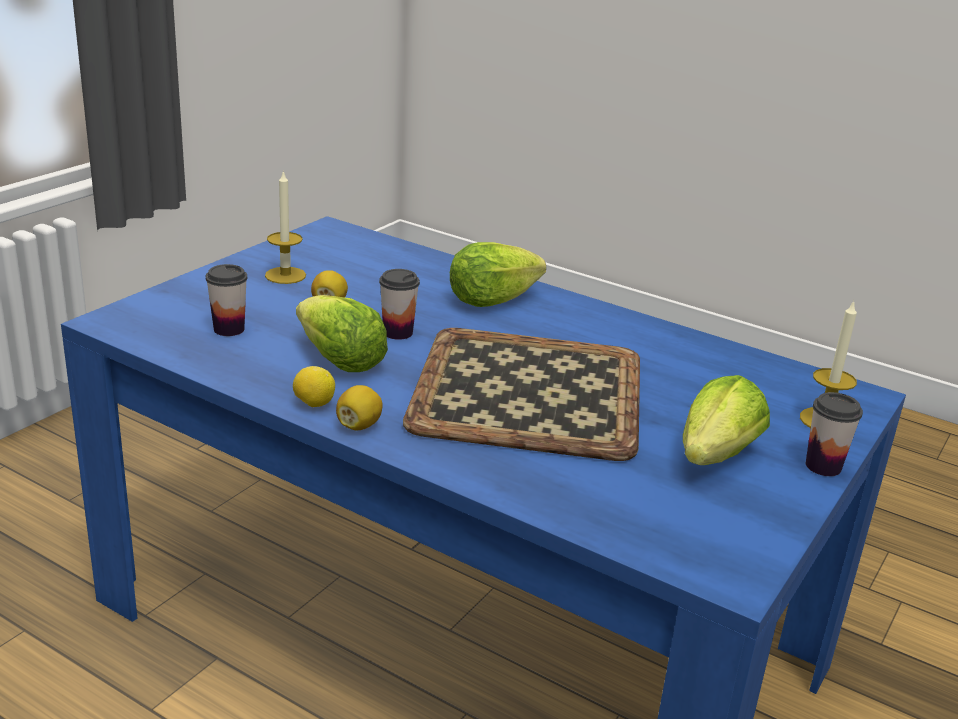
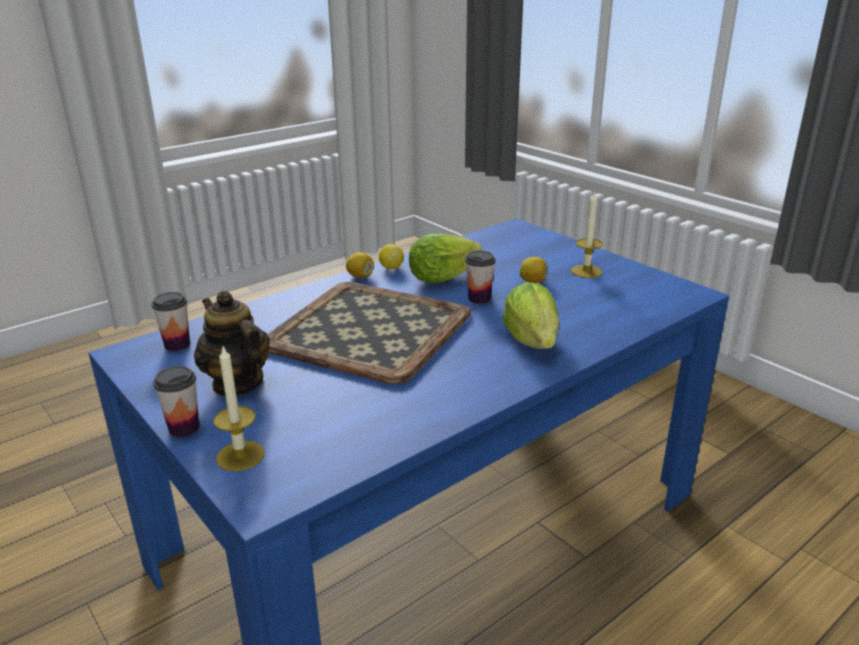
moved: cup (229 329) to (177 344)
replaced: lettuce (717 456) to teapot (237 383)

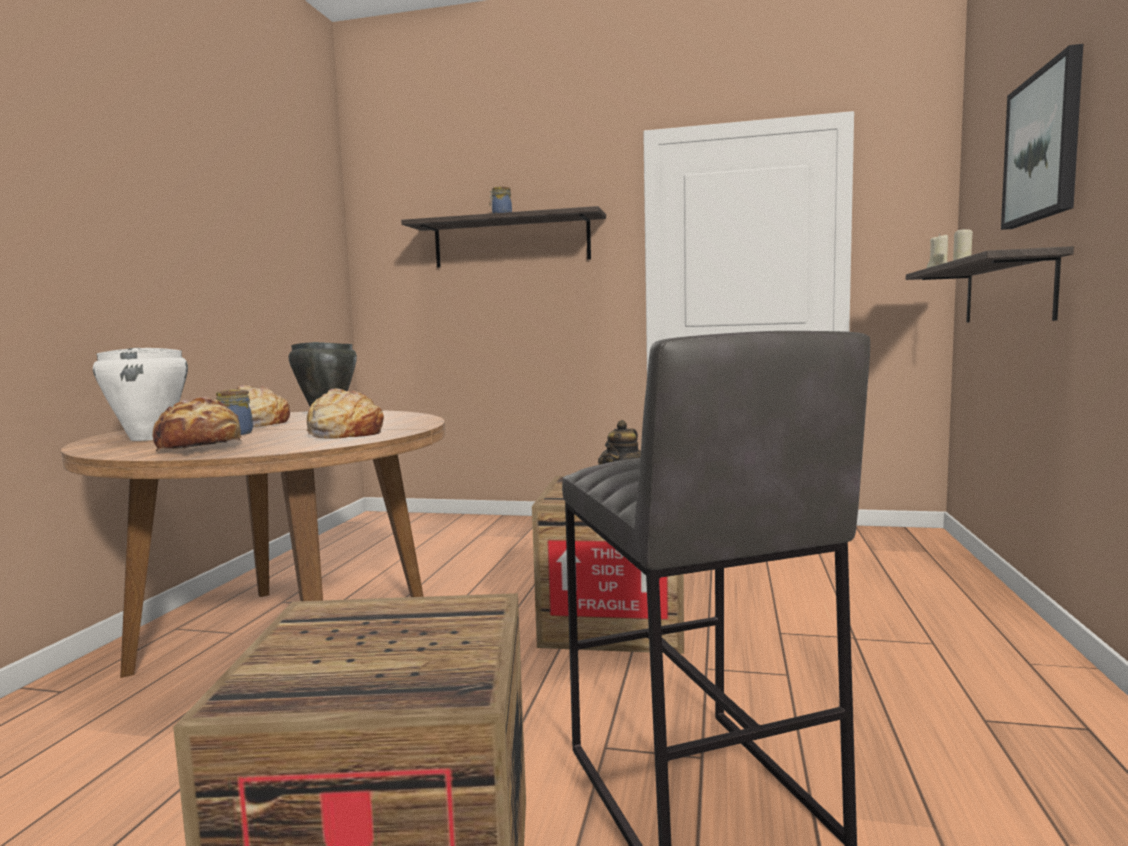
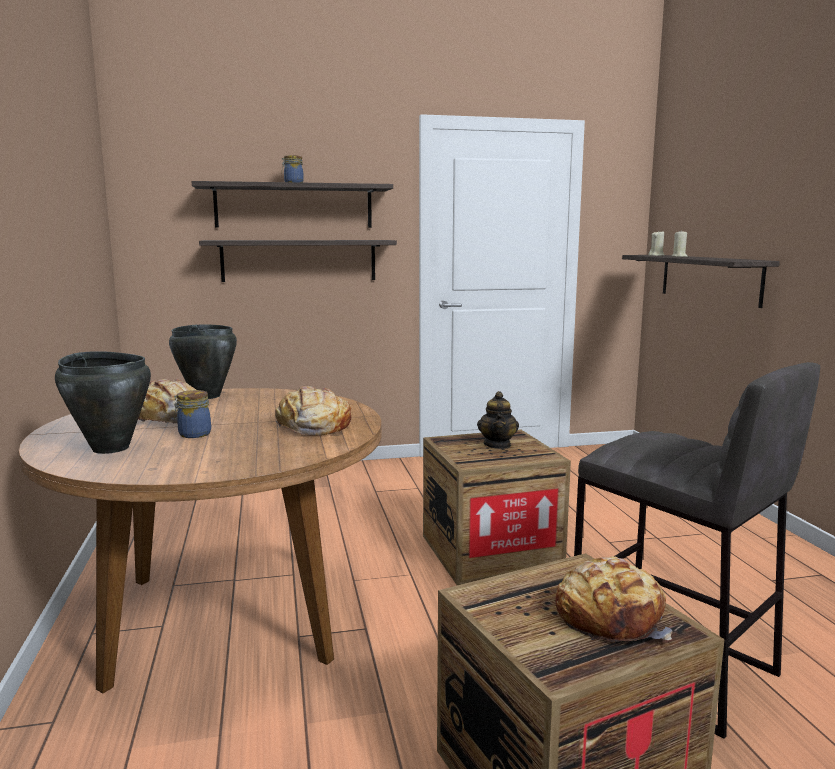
removed: picture (1043 146)
added: shelf (299 260)
moved: bread (200 447) to (610 617)
recoloured: cooking pot (white) (149 438) to cooking pot (black) (111 448)

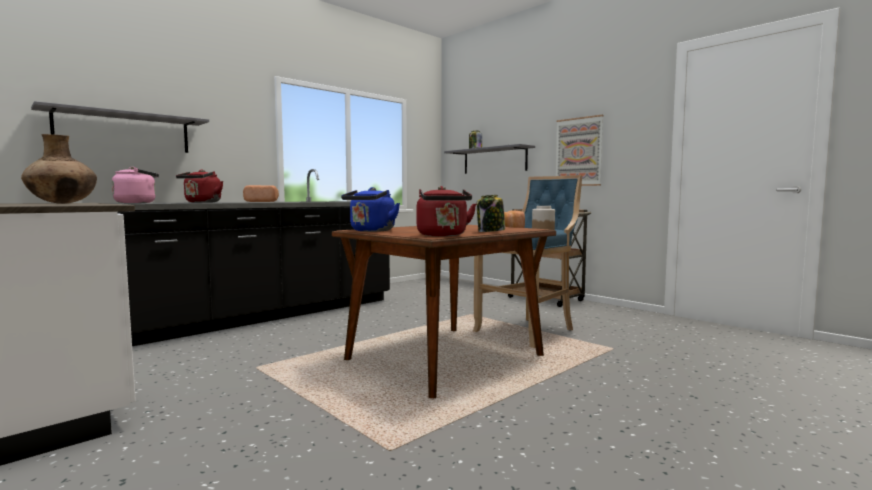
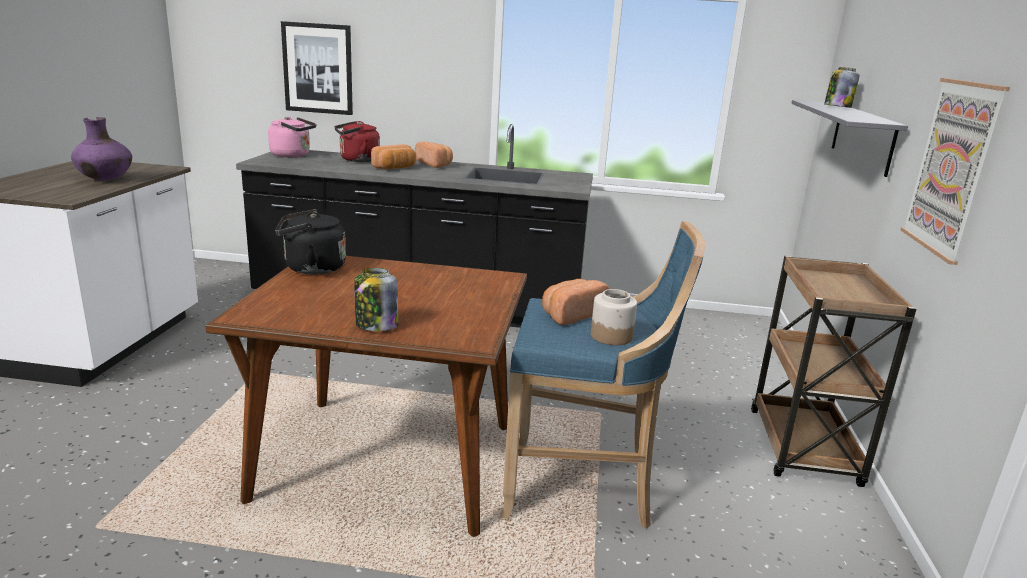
removed: kettle (red) (443 235)
added: bread (395 168)
replaced: shelf (grey) (124 132) to picture (318 68)
recoloured: vase (brown) (63 203) to vase (purple) (106 179); kettle (blue) (371 231) to kettle (black) (311 268)

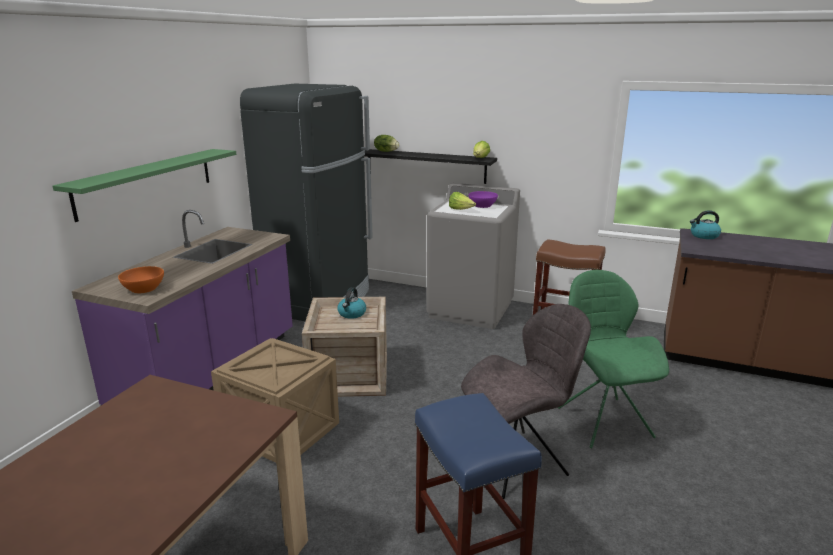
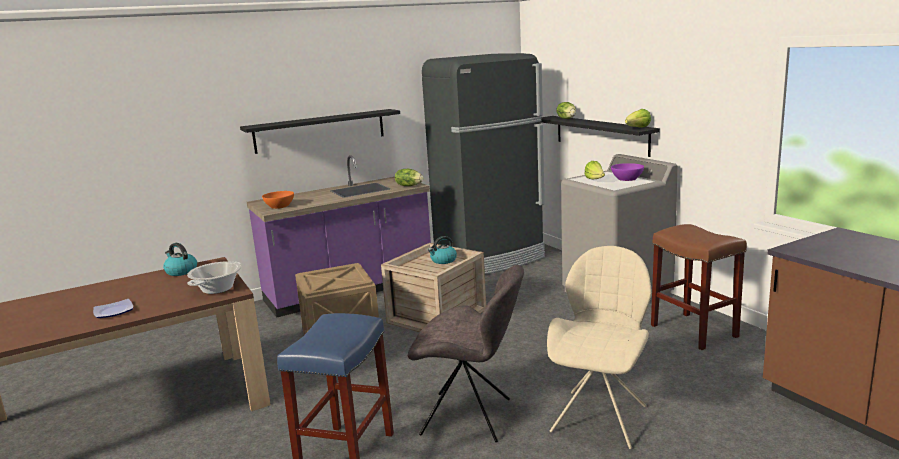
added: lettuce (409 186); cooking pot (217 289); plate (113 311)
moved: kettle (704 236) to (181 271)
recoloured: shelf (green) (147 182) to shelf (black) (320 130); chair (green) (602 420) to chair (beige) (600 416)

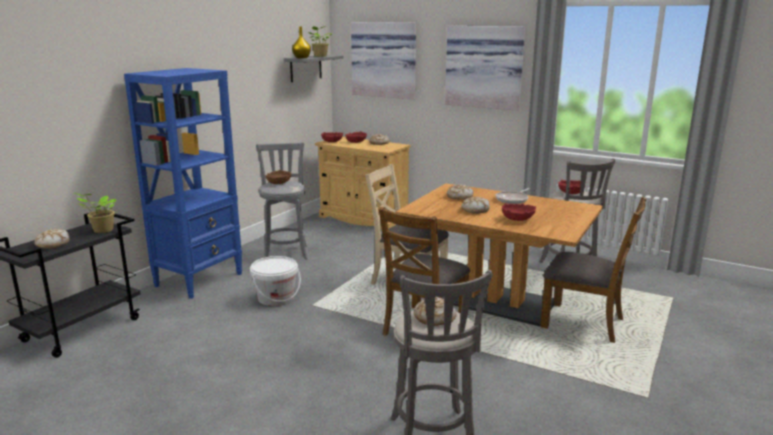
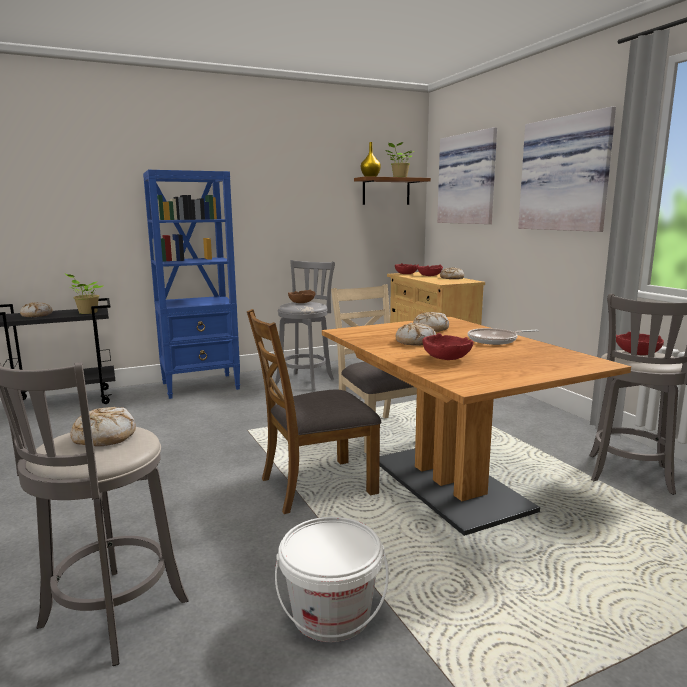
removed: chair (brown) (583 323)
moved: bucket (white) (276 298) to (331 613)
recoloured: shelf (grey) (306 68) to shelf (brown) (386 191)

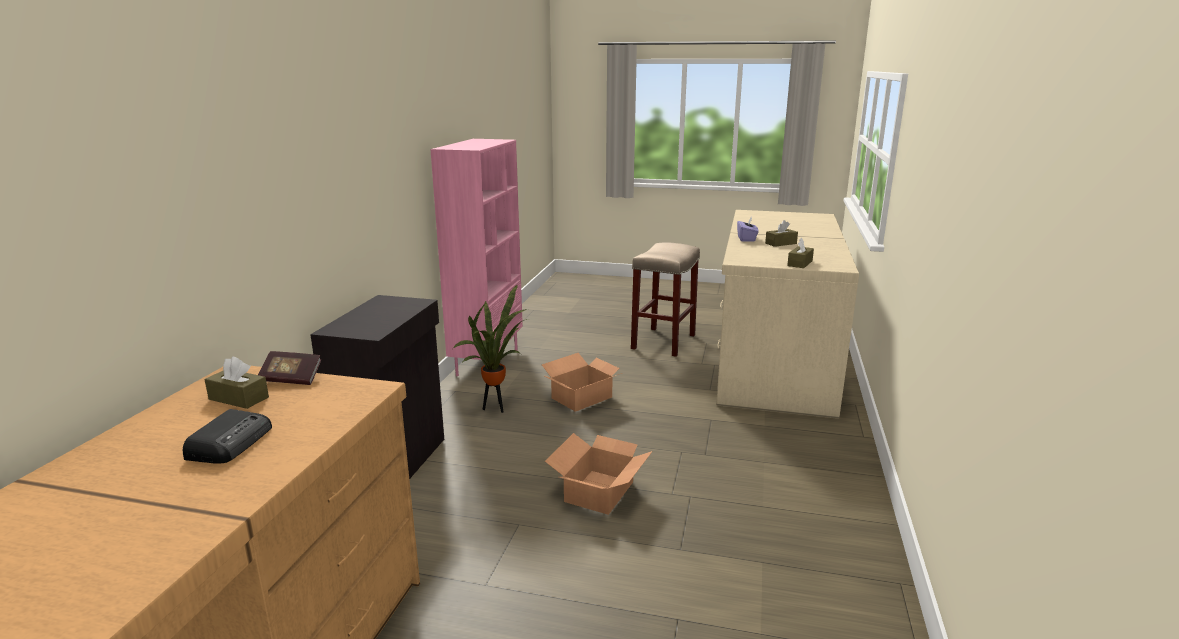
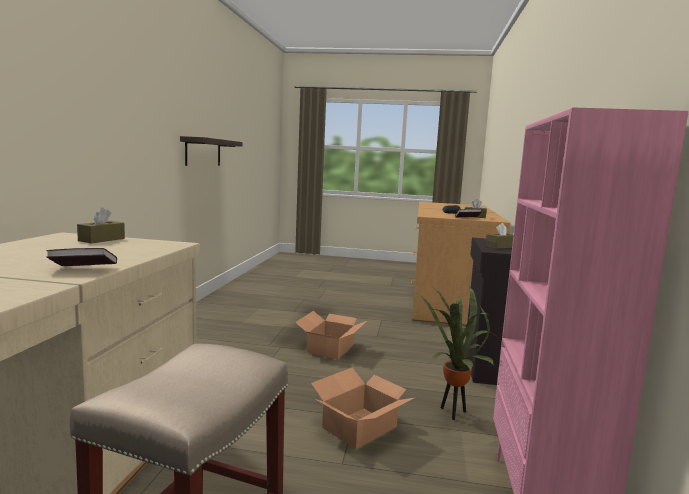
added: shelf (203 152)
moved: tissue box (brown) (781 243) to (500 246)
replaced: tissue box (purple) (746 239) to book (83 269)

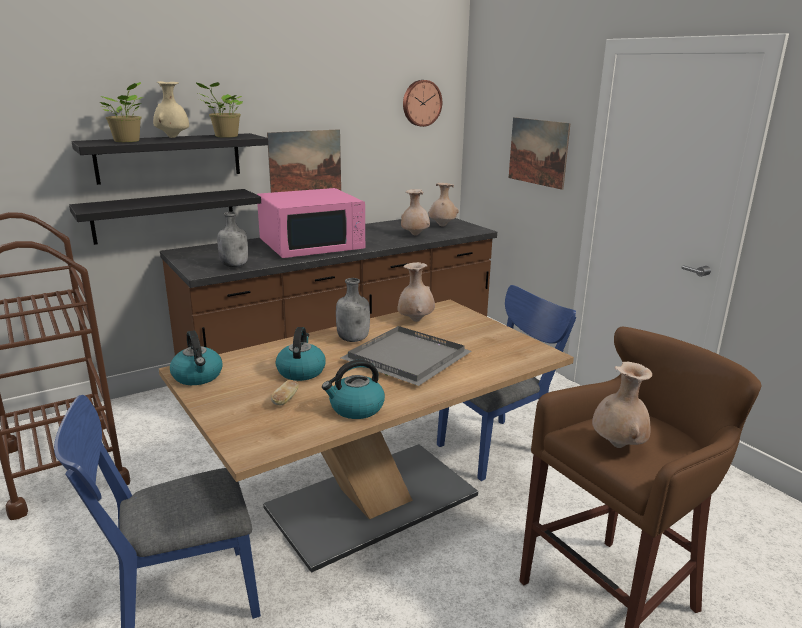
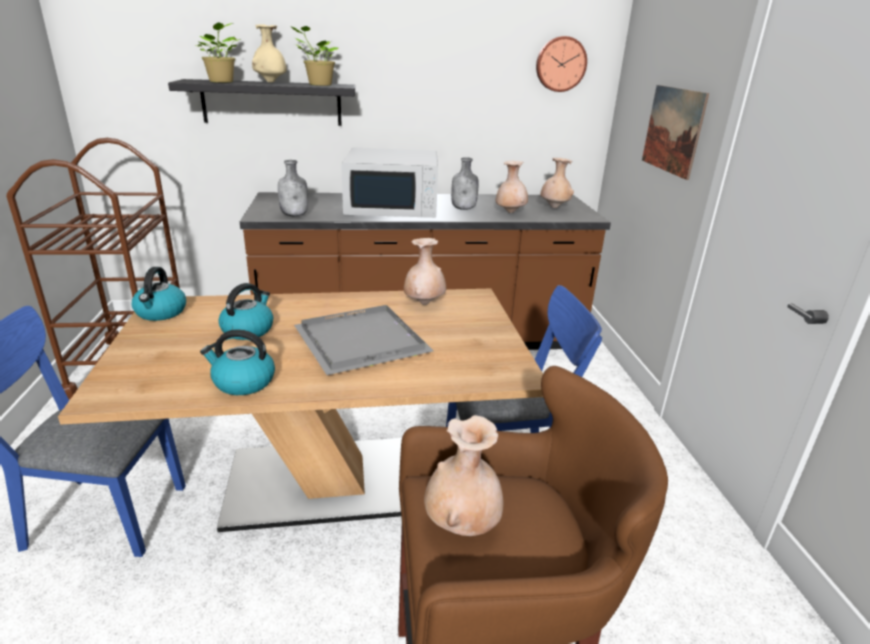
removed: picture (305 162); shelf (black) (165 216); bread (285 400)
moved: bottle (grey) (354 339) to (464 208)
recoloured: microwave (pink) (312 245) to microwave (white) (393 207)

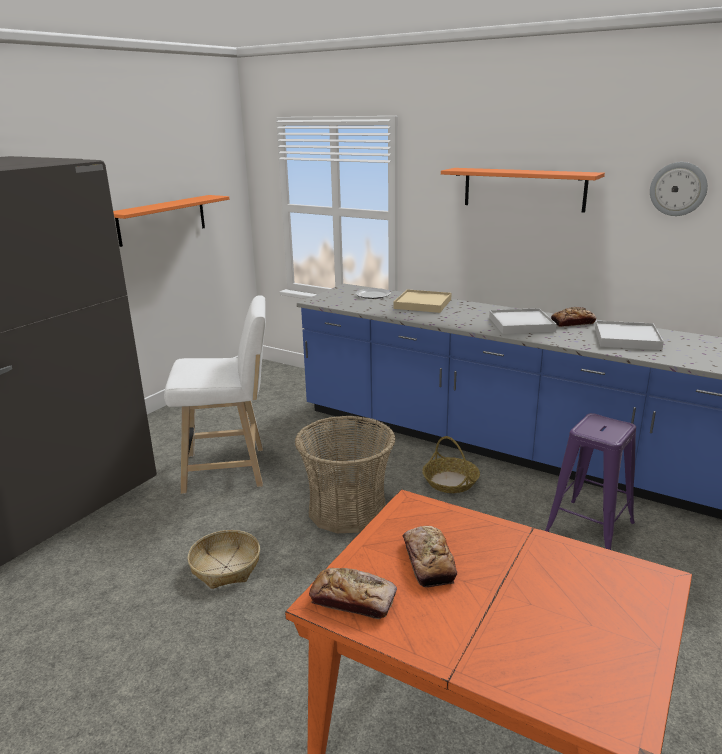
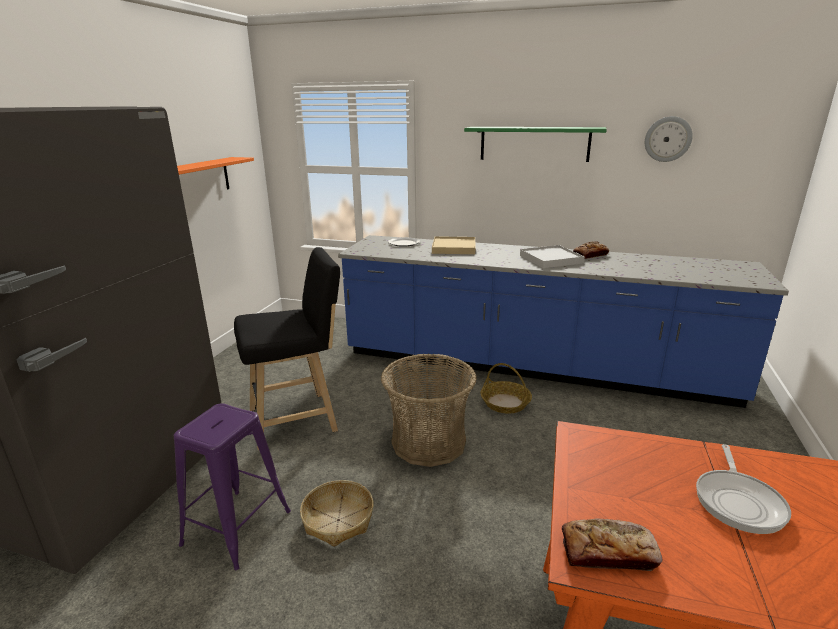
removed: tray (white) (627 338); bread (428 562)
added: frying pan (738 501)
moved: stool (purple) (589 528) to (237 527)
recoloured: shelf (orange) (523 189) to shelf (green) (534 143); stool (white) (230 470) to stool (black) (298 419)

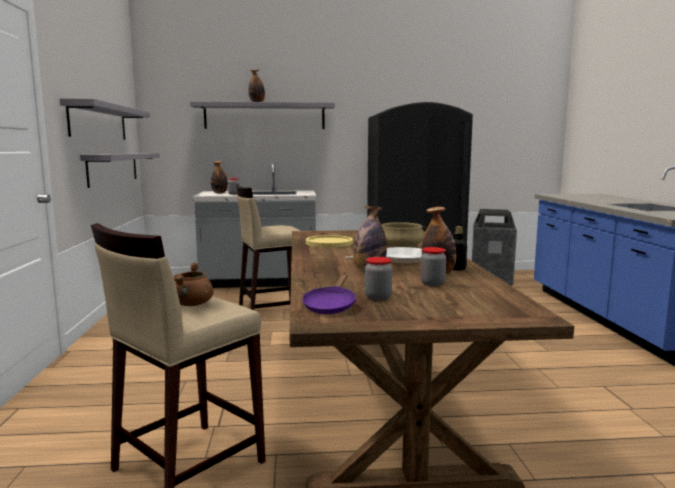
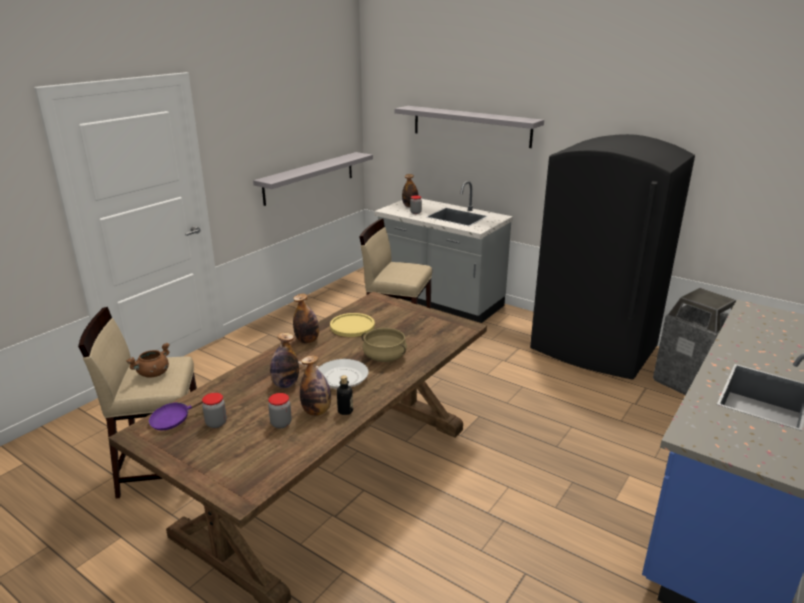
removed: shelf (grey) (99 122)
moved: bottle (257 102) to (307 340)

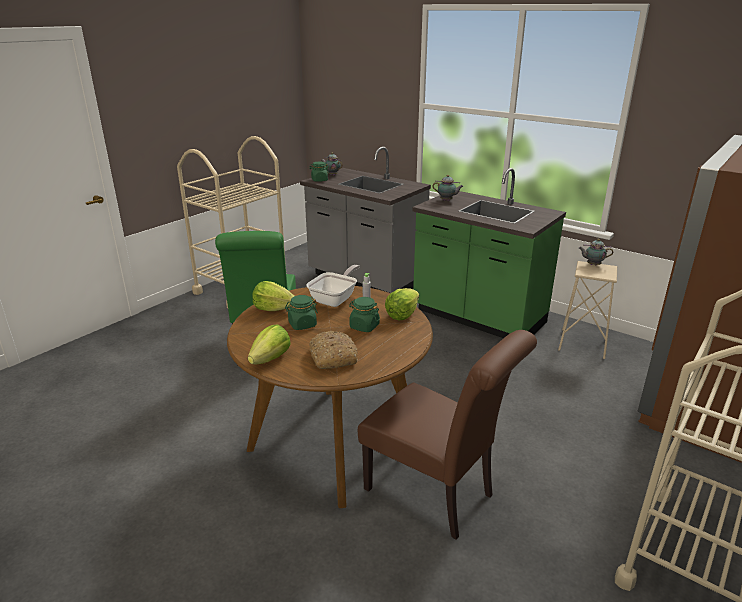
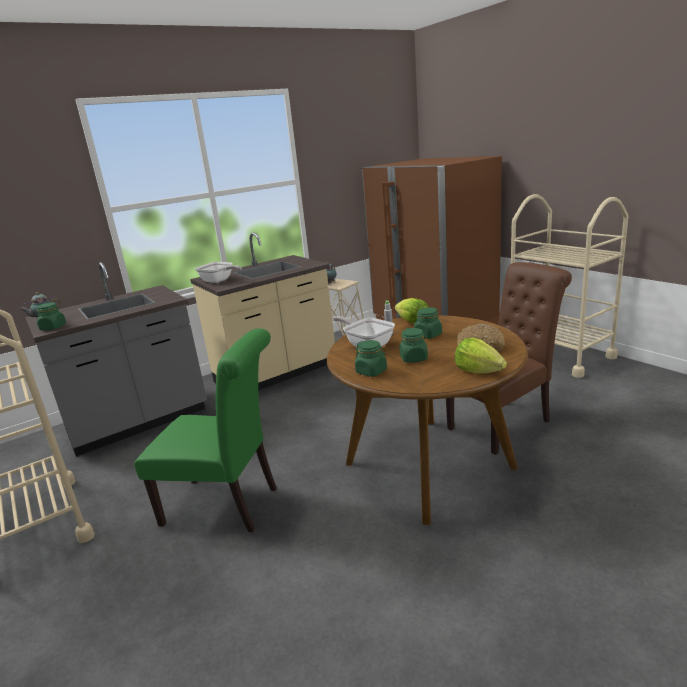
replaced: teapot (447 200) to frying pan (219 281); lettuce (274 309) to jar (green) (371 371)
recoloured: counter (green) (478 318) to counter (beige) (276 374)

